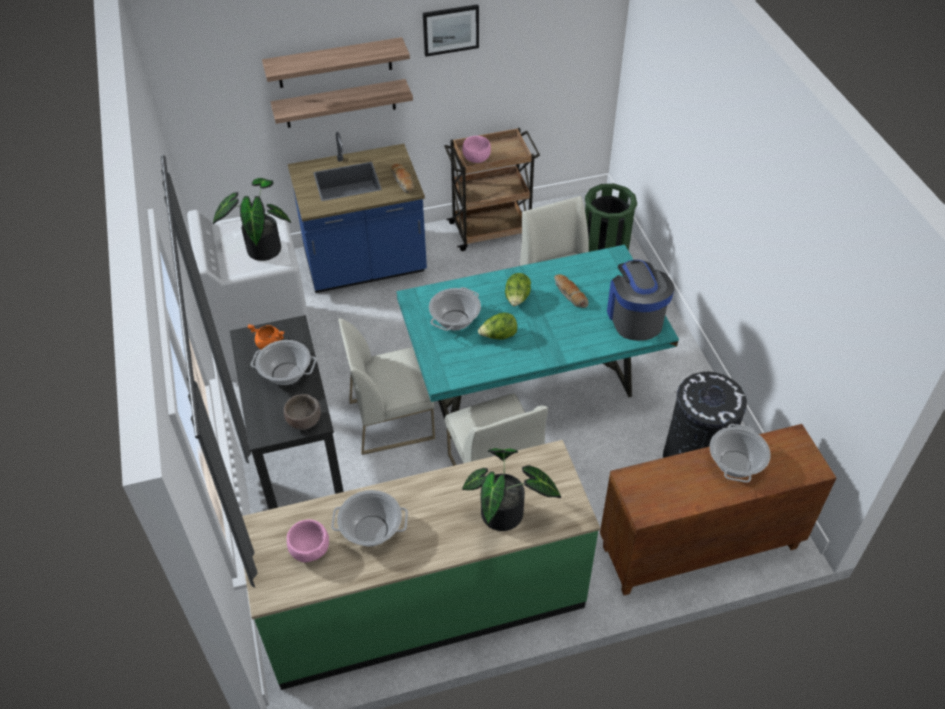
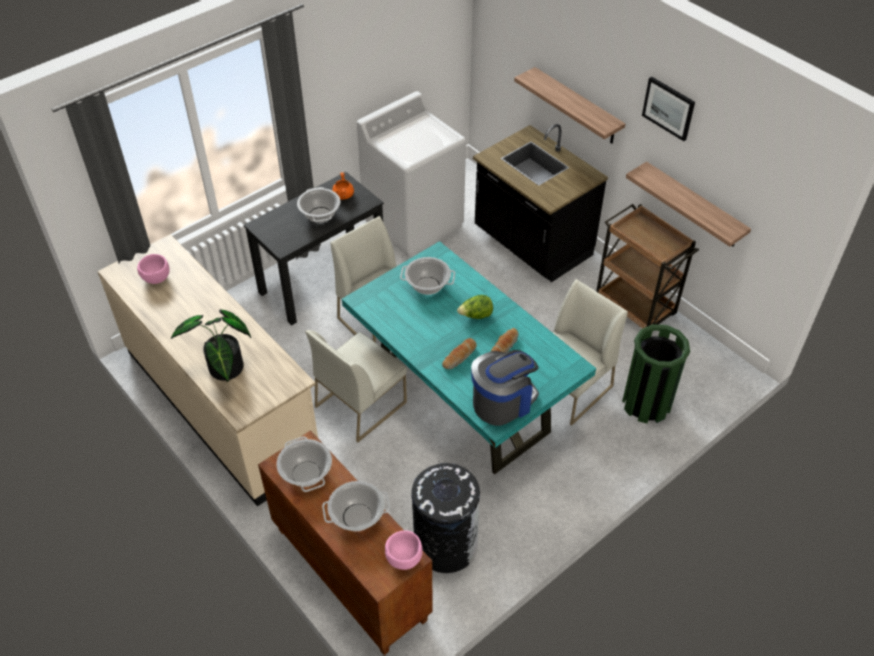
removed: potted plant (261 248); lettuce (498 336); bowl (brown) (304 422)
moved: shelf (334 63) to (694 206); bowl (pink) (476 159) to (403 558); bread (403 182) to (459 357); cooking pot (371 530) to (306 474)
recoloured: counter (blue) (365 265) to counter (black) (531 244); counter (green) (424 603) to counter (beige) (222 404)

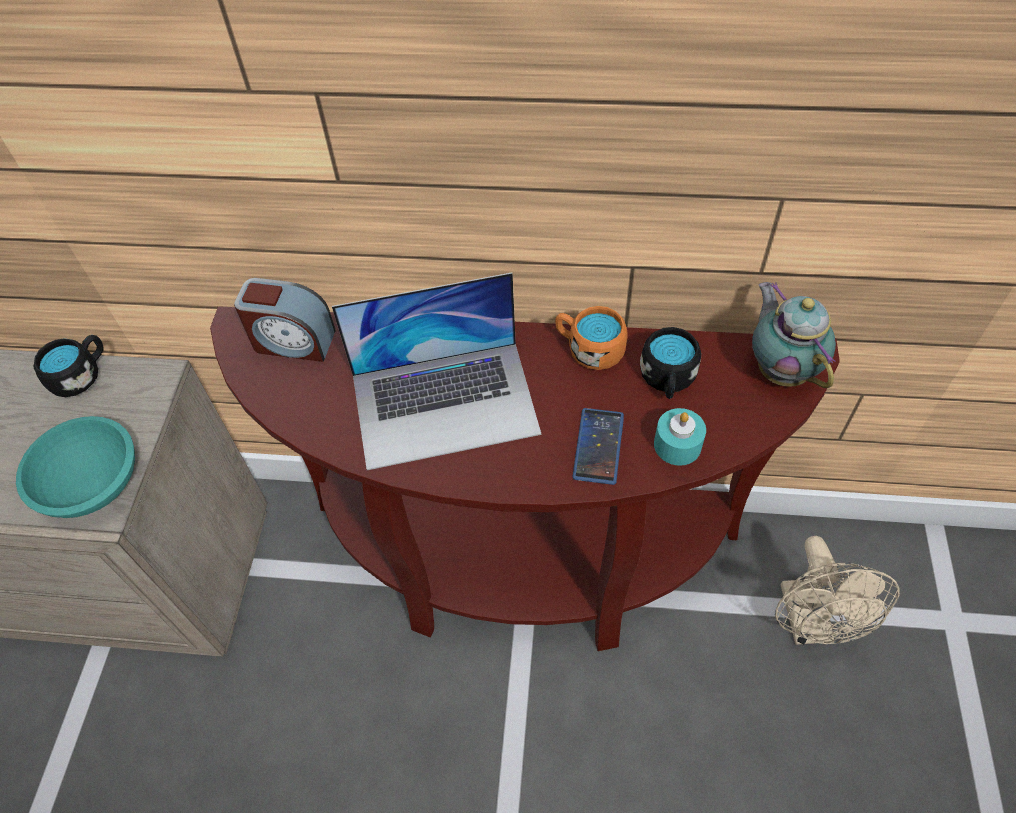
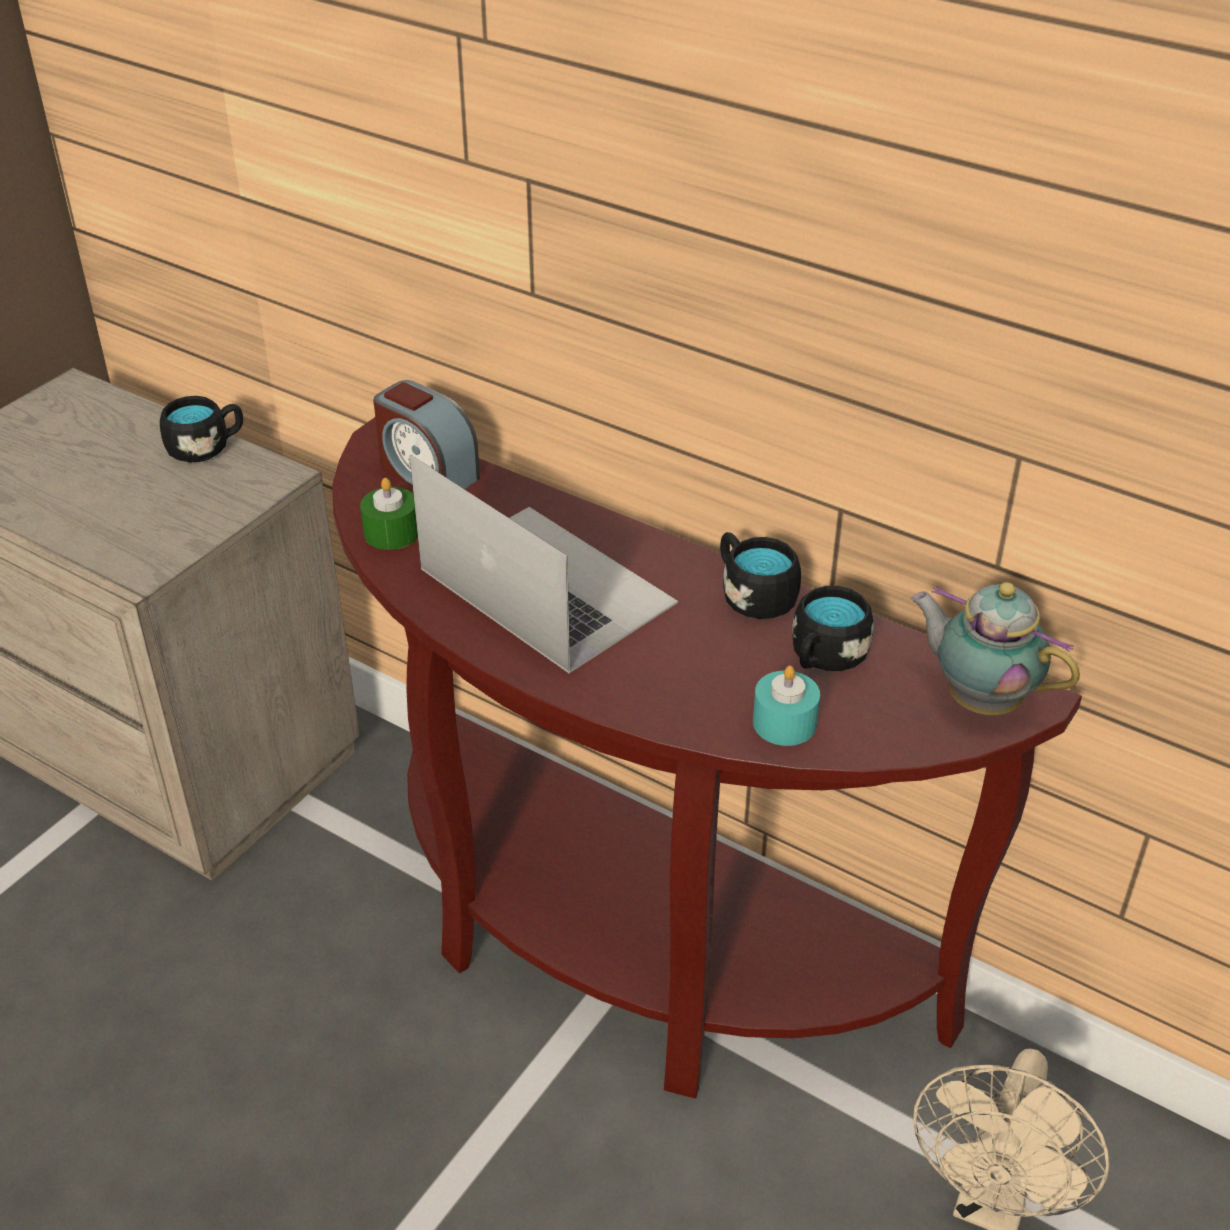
removed: phone (598 446); bowl (turquoise) (91 485)
added: candle (green) (391 532)
recoloured: mug (orange) (589 349) to mug (black) (752 595)
turned: laptop (445 403) = (546 586) 150 degrees counterclockwise; teapot (780 369) = (978 699) 60 degrees counterclockwise

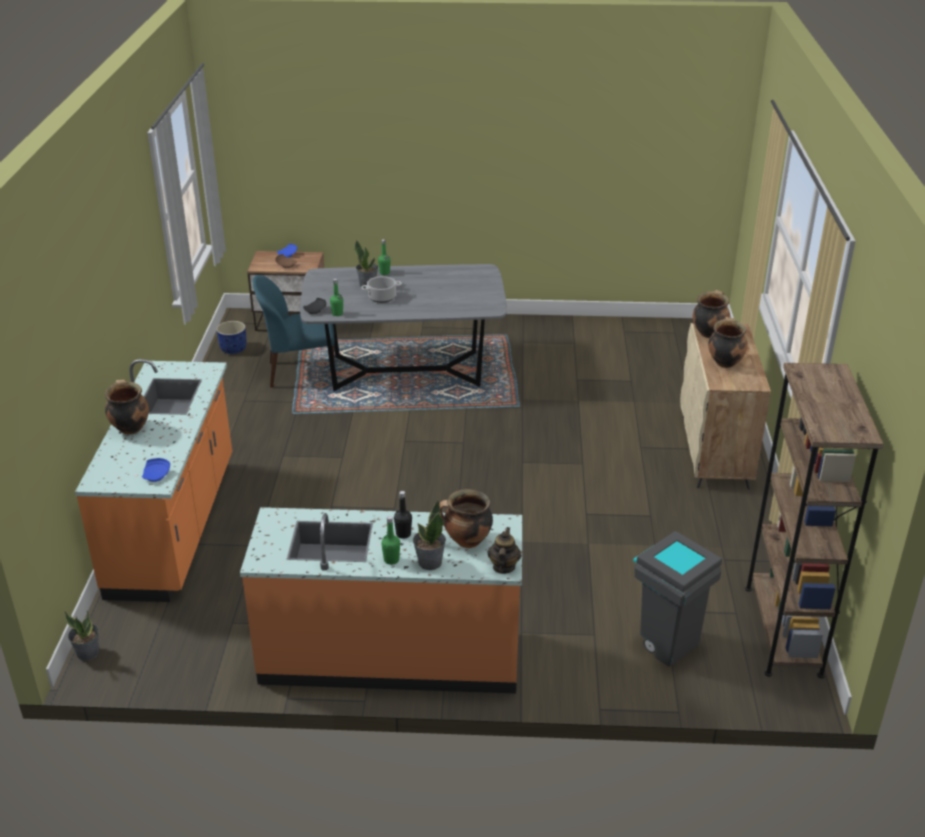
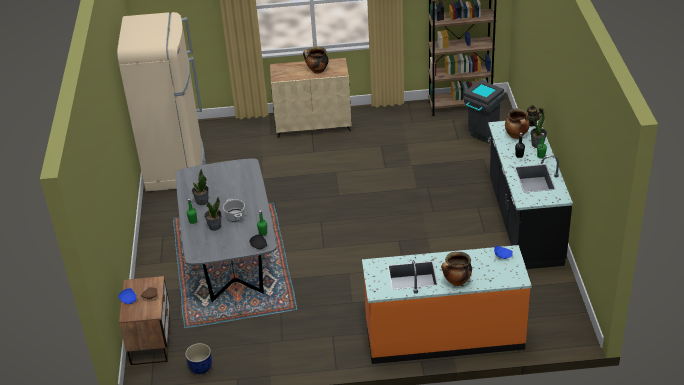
removed: chair (blue) (300 372); cooking pot (708 333)
added: fridge (beige) (175 167)
moved: potted plant (88 652) to (202 201)
recoloured: counter (orange) (390 654) to counter (black) (523 222)

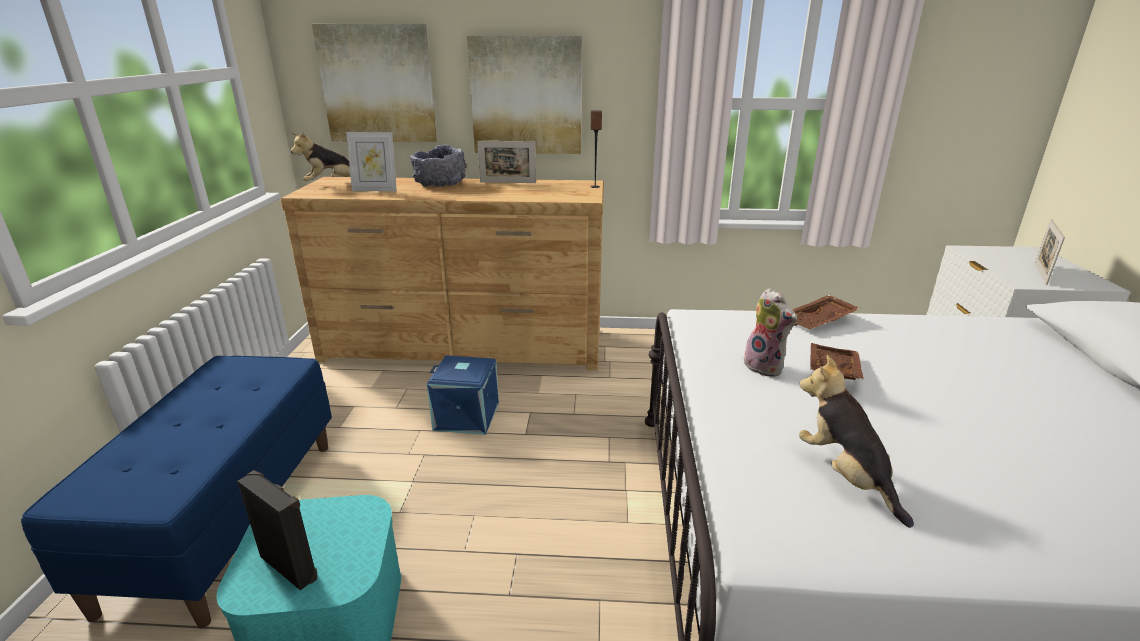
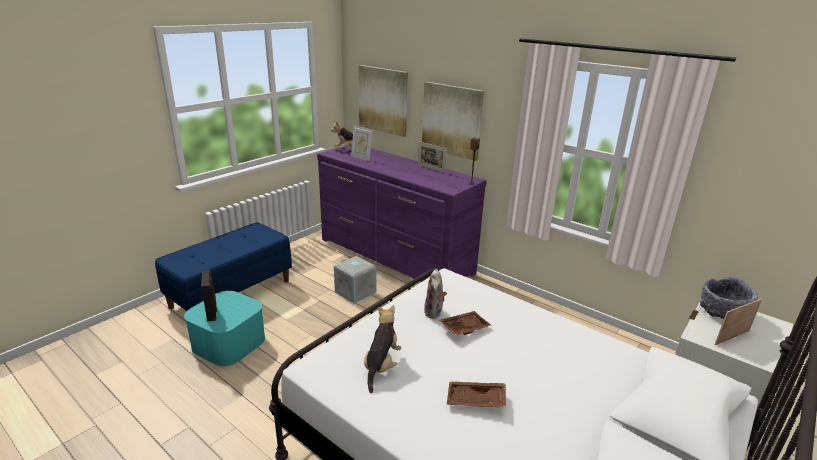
moved: bowl (grey) (440 184) to (723 313); tray (brown) (818 321) to (475 401)
recoloured: dresser (brown) (464 346) to dresser (purple) (394 256); storage box (blue) (467 416) to storage box (grey) (356 291)

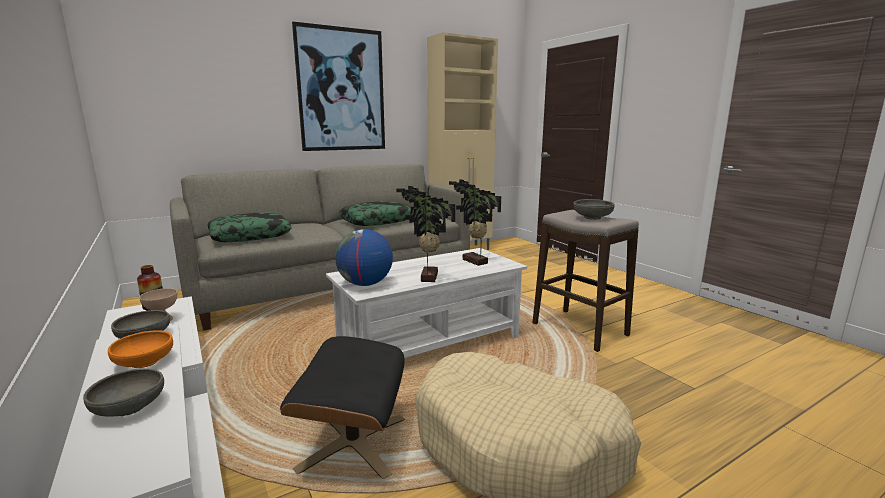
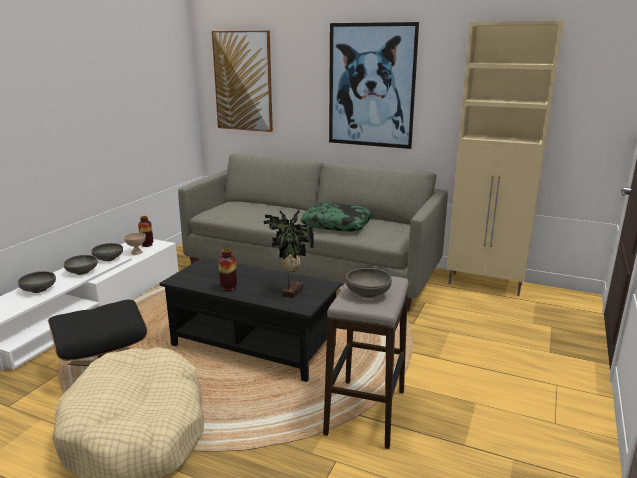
removed: pillow (250 236); globe (365 284)
added: picture (243 81)
replaced: potted plant (427 277) to vase (229 288)
recoloured: coffee table (white) (429 342) to coffee table (black) (254 345); bowl (orange) (145 362) to bowl (grey) (82 272)

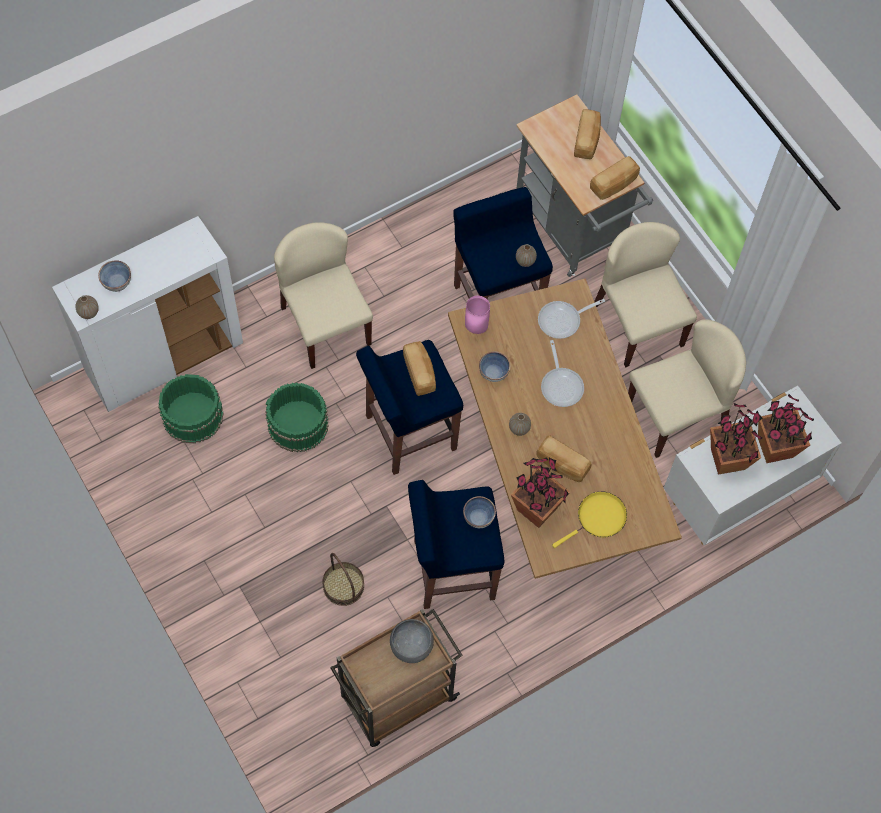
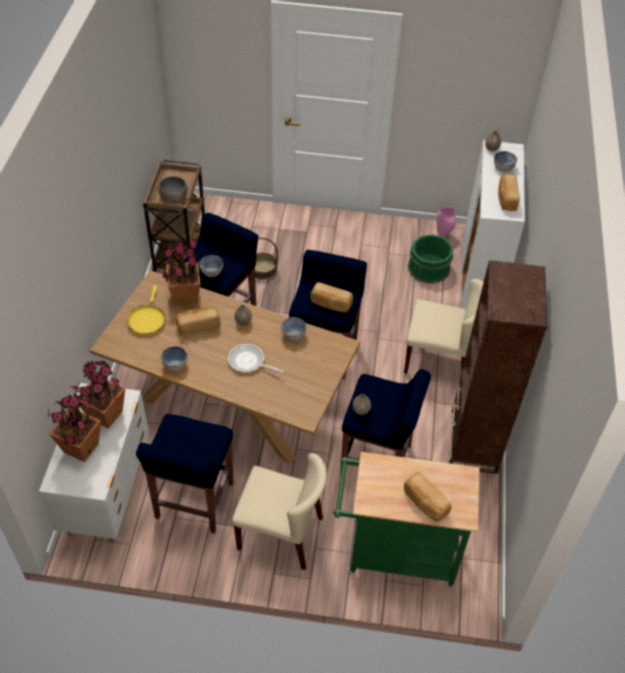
removed: frying pan (563 320); bucket (green) (297 425)
added: bookcase (brown) (473 441); bowl (175 364)
moved: bread (614 184) to (506 199); vase (pink) (475 328) to (443 234)
replaced: chair (beige) (676 415) to stool (blue) (194 501)
recoloured: cart (grey) (573 230) to cart (green) (395 552)

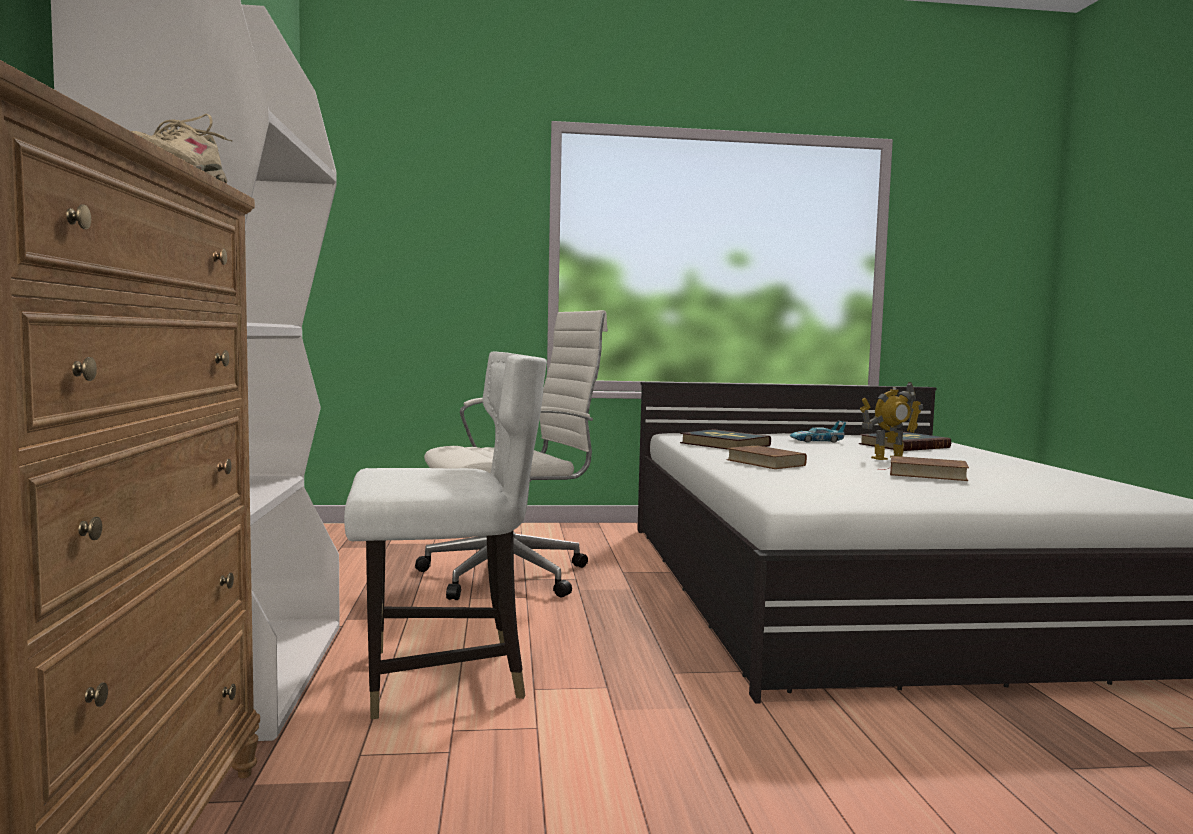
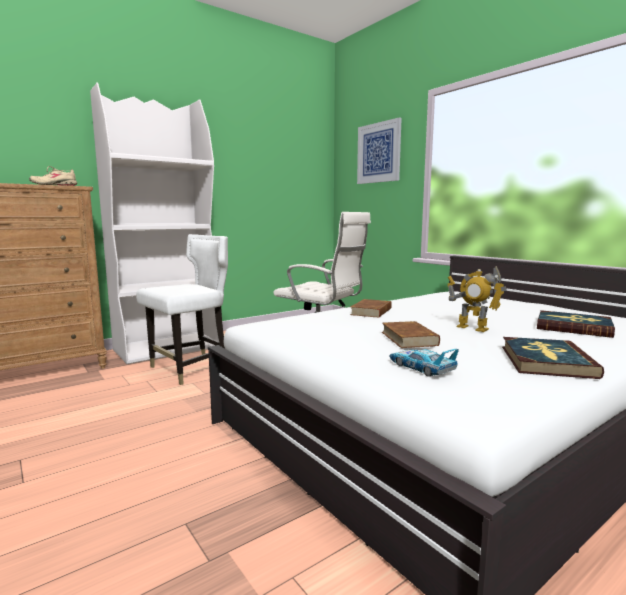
added: picture (378 153)
moved: toy car (816 441) to (421 368); book (724 444) to (546 361)
turned: chair (white) (443 677) = (191 369) 90 degrees counterclockwise

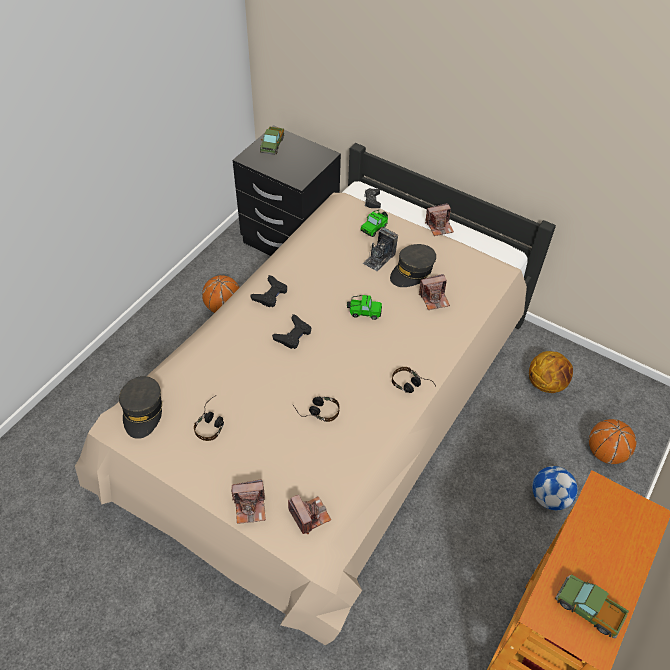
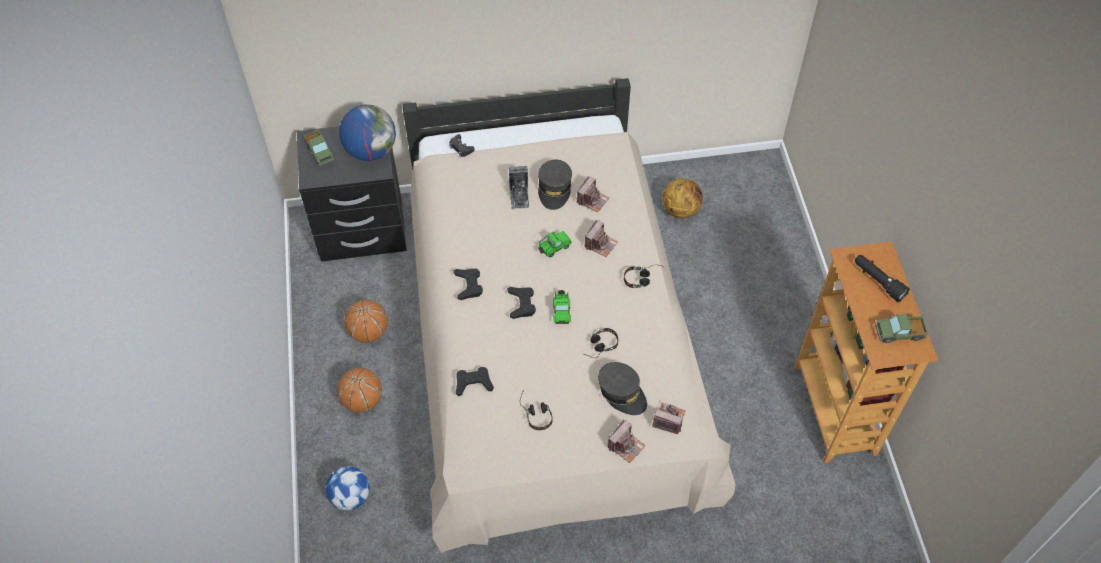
added: globe (371 150); flashlight (black) (878 281); game controller (black) (473 383)
moved: photo camera (439 226) to (600 244); toy car (374 228) to (561 311); cap (grey) (143 411) to (622 392); basketball (605 452) to (362 400); football (549 497) to (350 496)

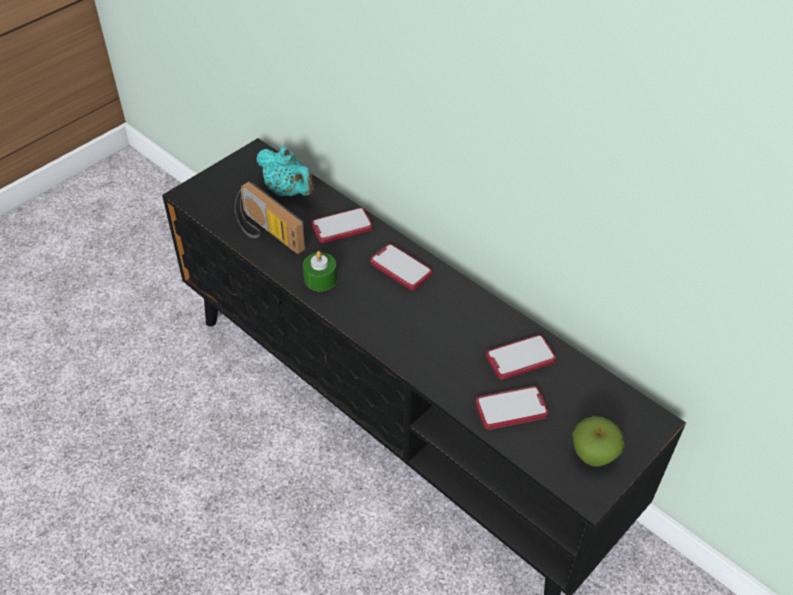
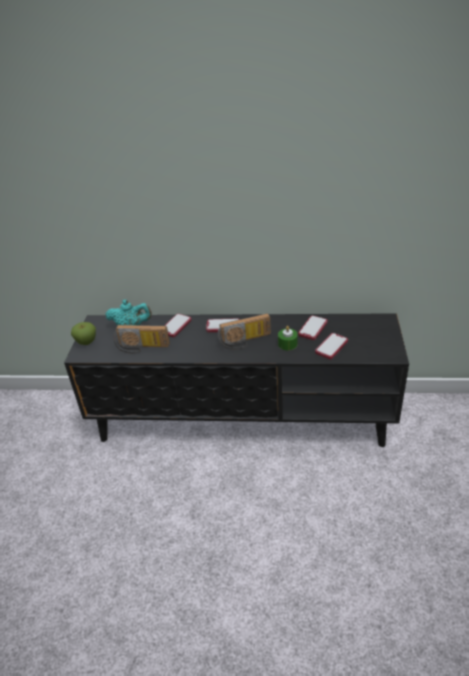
added: radio (245 341)
moved: candle (green) (320 279) to (287 344); apple (593 455) to (86 342)

